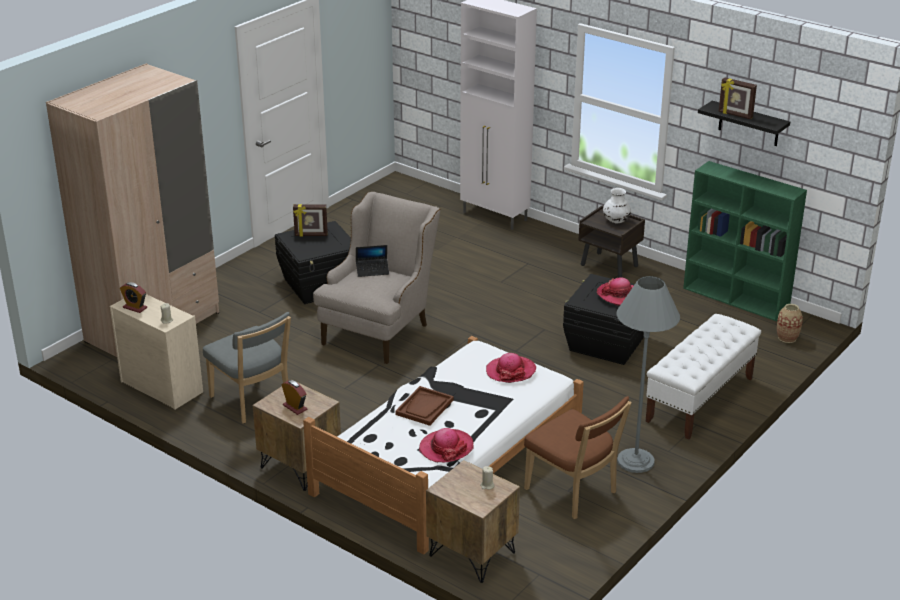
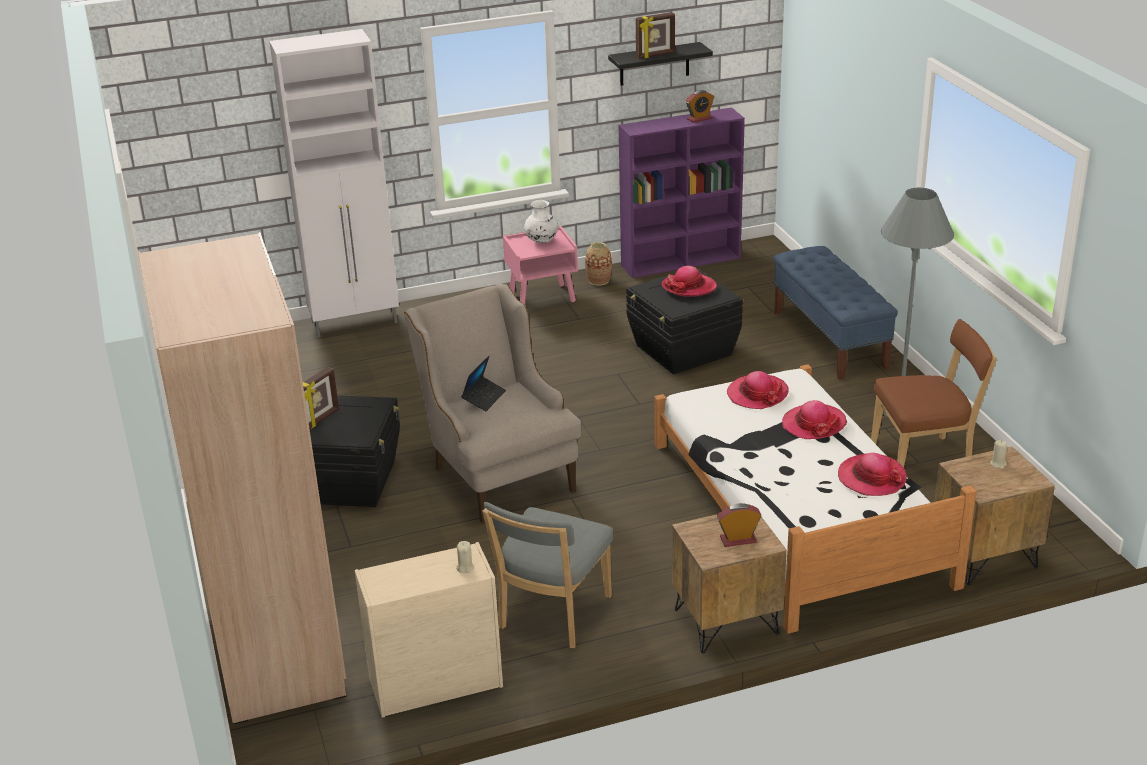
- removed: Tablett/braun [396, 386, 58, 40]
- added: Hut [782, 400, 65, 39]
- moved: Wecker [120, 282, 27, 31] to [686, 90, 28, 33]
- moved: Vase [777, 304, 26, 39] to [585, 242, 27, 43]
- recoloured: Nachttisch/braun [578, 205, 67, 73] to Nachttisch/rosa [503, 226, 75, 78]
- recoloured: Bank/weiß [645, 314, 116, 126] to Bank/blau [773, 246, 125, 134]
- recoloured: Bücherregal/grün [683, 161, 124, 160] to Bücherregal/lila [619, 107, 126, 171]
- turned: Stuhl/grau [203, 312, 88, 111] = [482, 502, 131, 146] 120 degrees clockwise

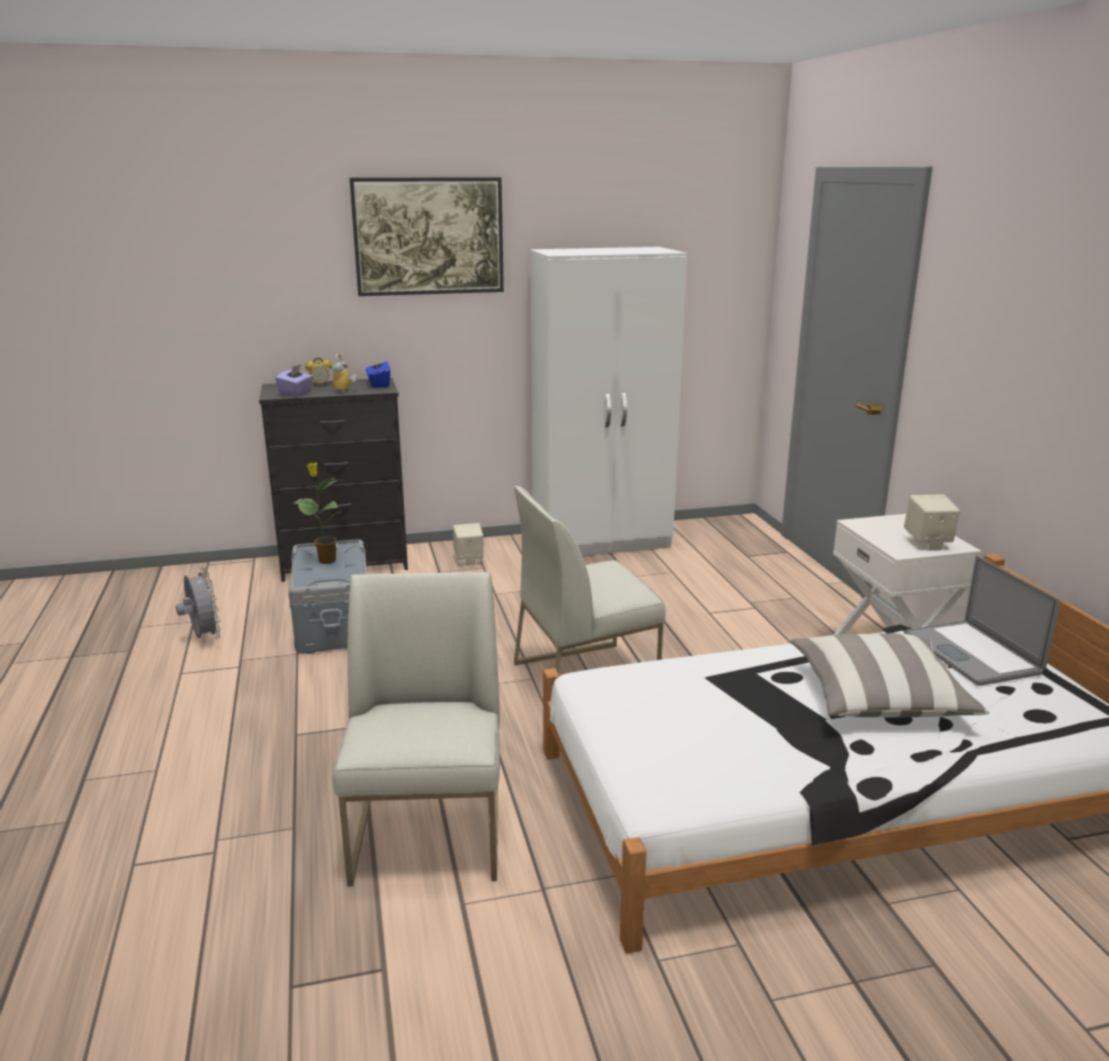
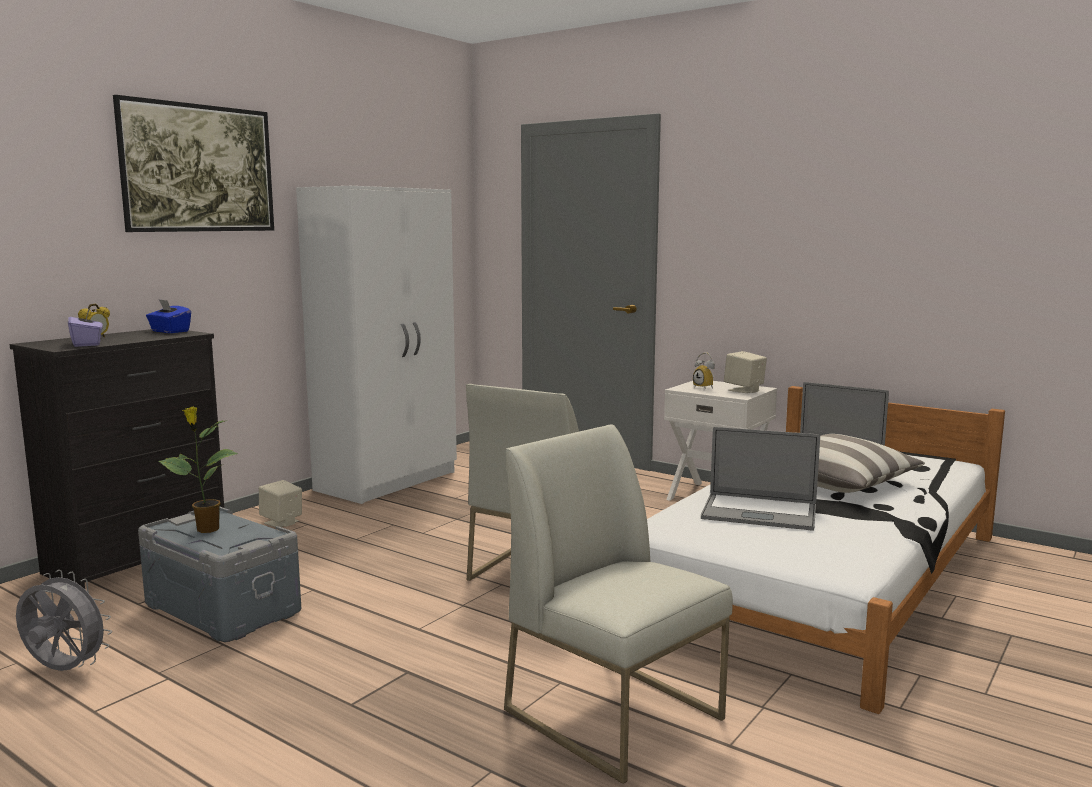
- added: Laptop [701, 427, 119, 104]
- moved: Wecker [332, 354, 25, 39] to [693, 352, 22, 37]

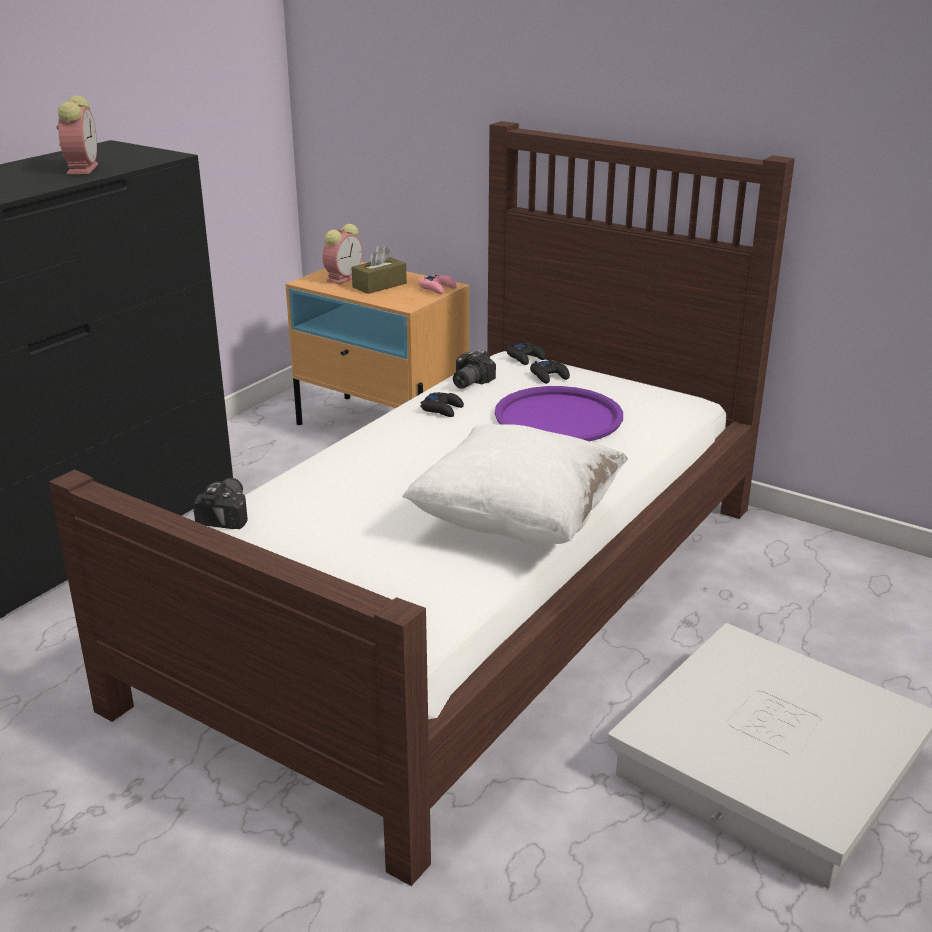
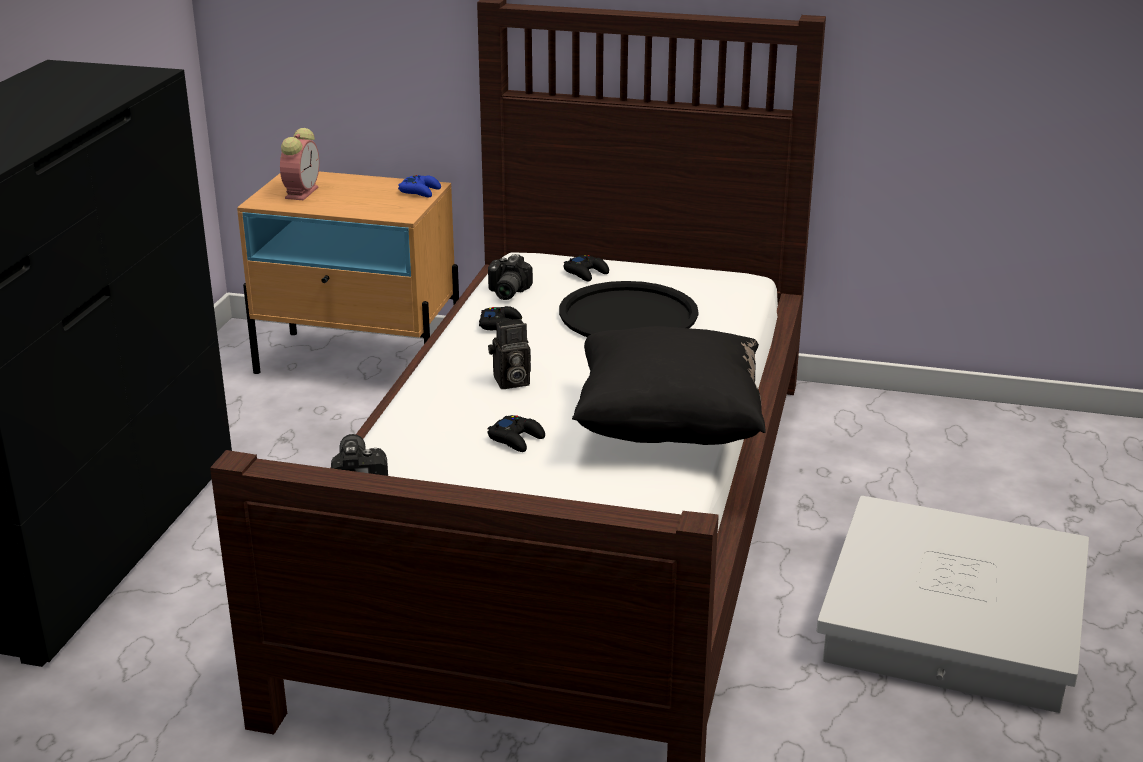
- removed: Wecker [56, 96, 42, 78]
- removed: Taschentuchbox/braun [351, 245, 56, 49]
- added: Kamera [488, 319, 43, 70]
- moved: Gamepad/schwarz [507, 343, 39, 22] to [487, 415, 58, 37]
- recoloured: Kissen/weiß [402, 424, 226, 121] to Kissen/schwarz [572, 326, 194, 119]
- recoloured: Gamepad/rosa [419, 274, 38, 20] to Gamepad/blau [398, 175, 43, 22]
- recoloured: Tablett/lila [495, 386, 128, 56] to Tablett/schwarz [559, 281, 139, 56]

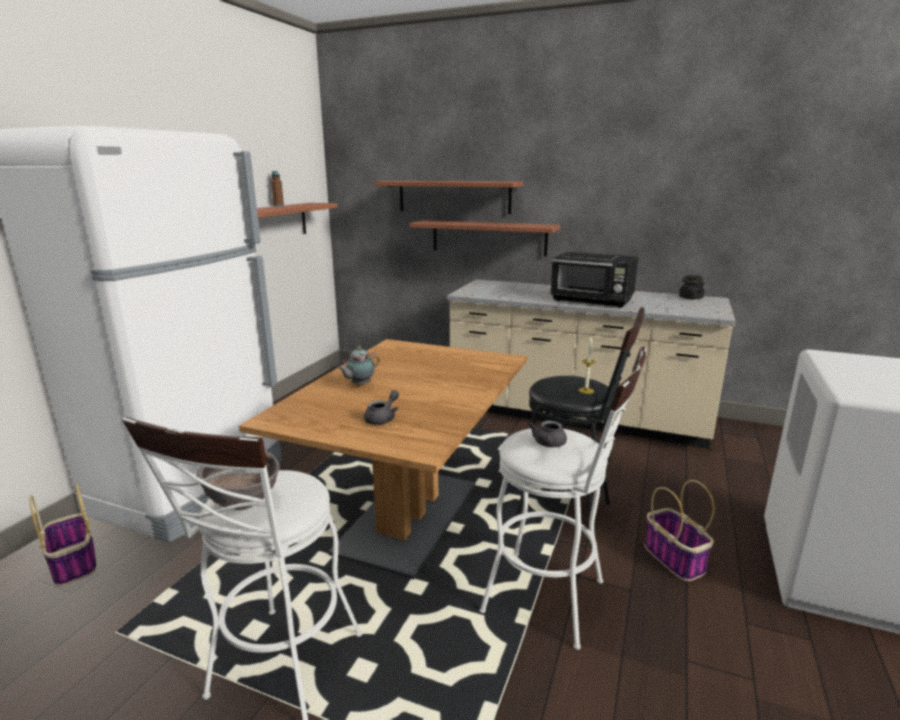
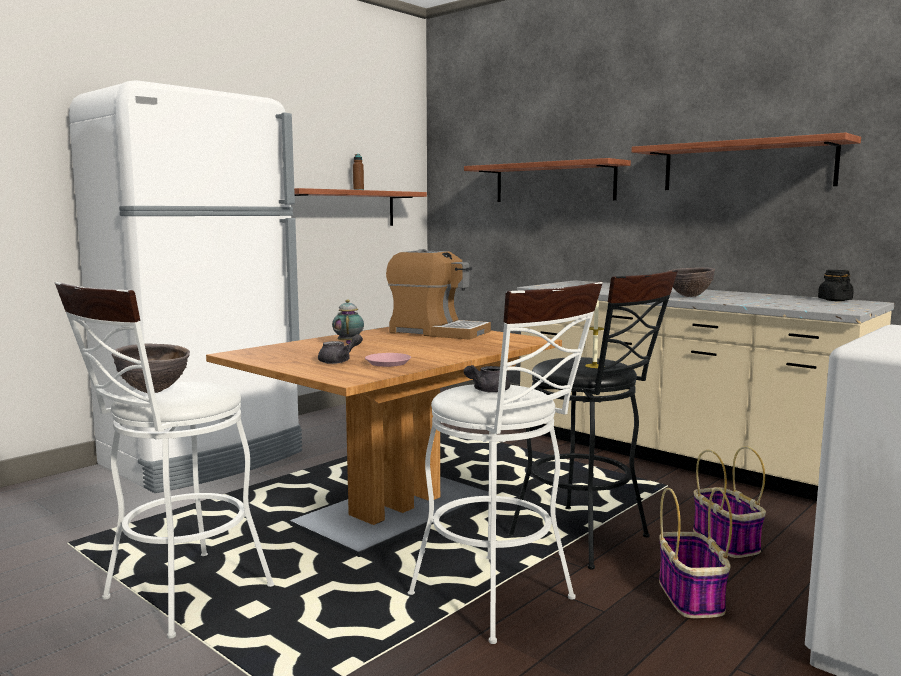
- added: Teller/rosa [365, 353, 46, 14]
- added: Kaffeemaschine [386, 249, 105, 91]
- moved: Korb [29, 483, 67, 104] to [693, 446, 73, 112]
- moved: Wandregal [409, 220, 151, 36] to [631, 132, 230, 58]
- replaced: Mikrowelle/schwarz [550, 252, 88, 56] to Schüssel/braun [666, 267, 49, 30]
- turned: Teekanne [337, 346, 43, 40] = [332, 299, 32, 45] 105 degrees clockwise

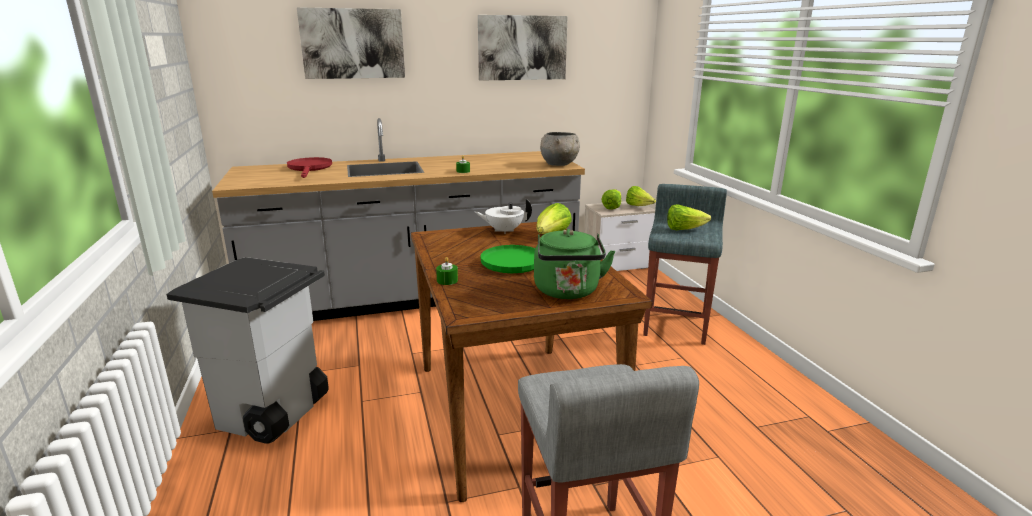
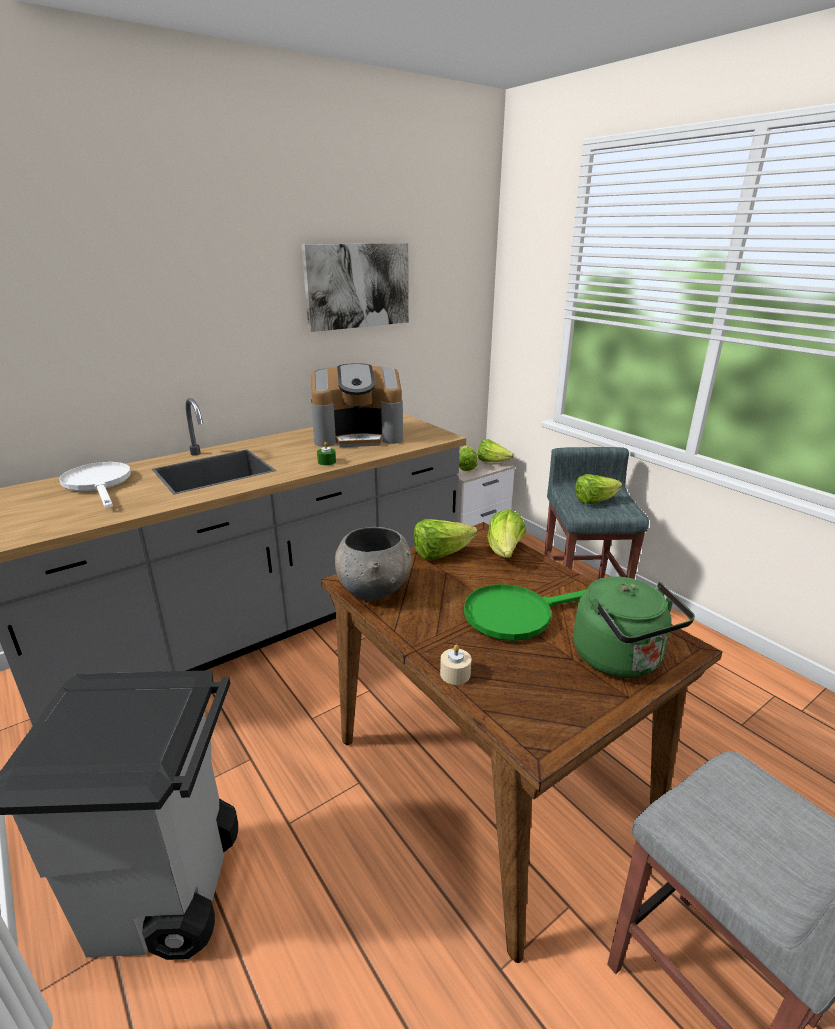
- removed: Bild [297, 7, 108, 72]
- added: Kaffeemaschine [311, 363, 92, 84]
- moved: Schüssel/grau [540, 132, 40, 34] to [335, 527, 77, 74]
- replaced: Teekanne/weiß [475, 198, 57, 36] to Salatkopf [414, 519, 63, 41]
- recoloured: Pfanne/rot [287, 157, 45, 21] to Pfanne/weiß [59, 462, 72, 46]
- recoloured: Kerze/grün [436, 257, 22, 28] to Kerze/beige [440, 644, 31, 41]

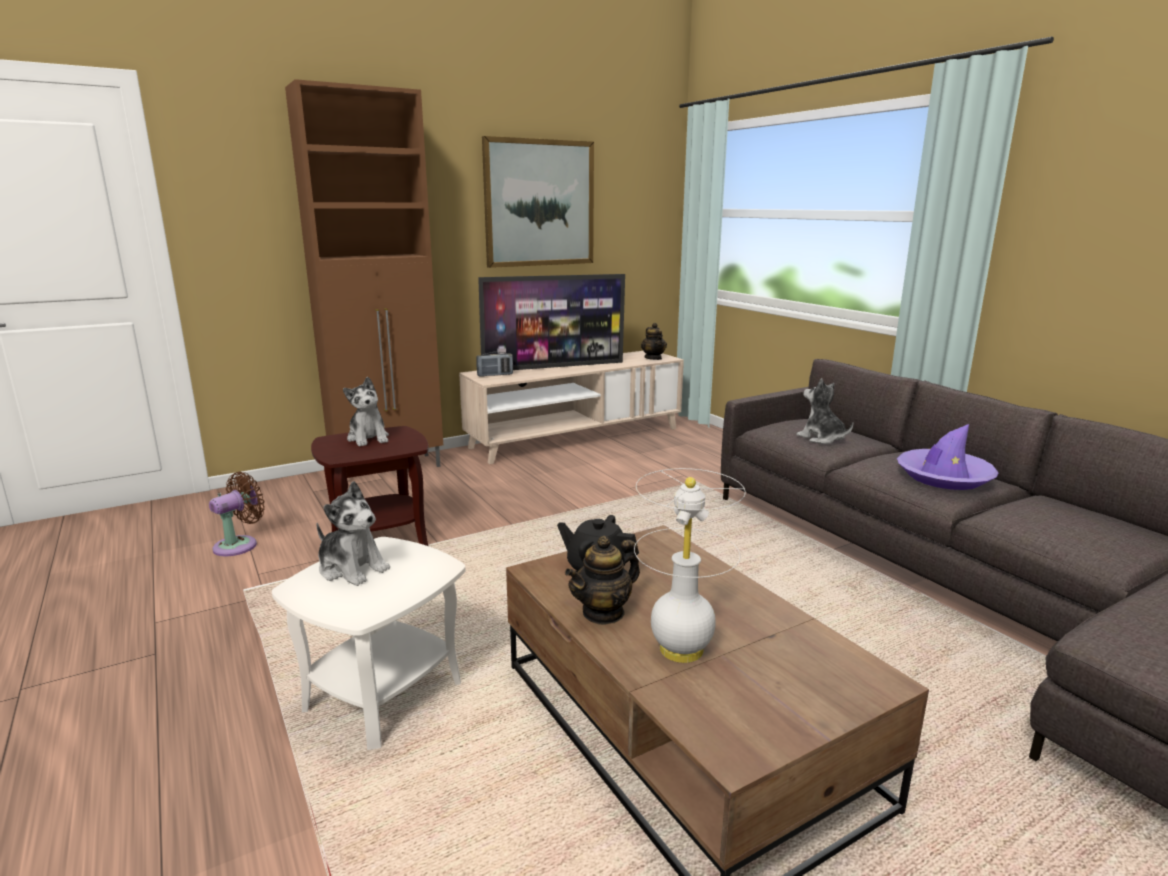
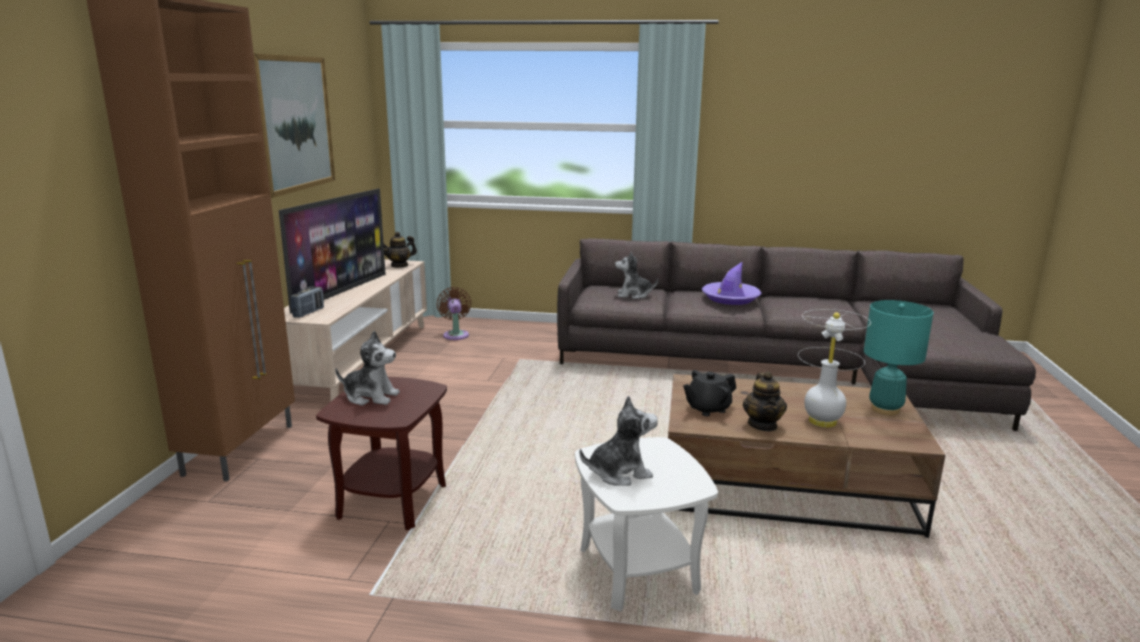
- added: Tischlampe/türkis [864, 300, 70, 115]
- moved: Ventilator/braun [209, 472, 56, 84] to [437, 287, 34, 53]
- turned: Teekanne [641, 323, 26, 37] = [384, 232, 33, 36] 120 degrees clockwise

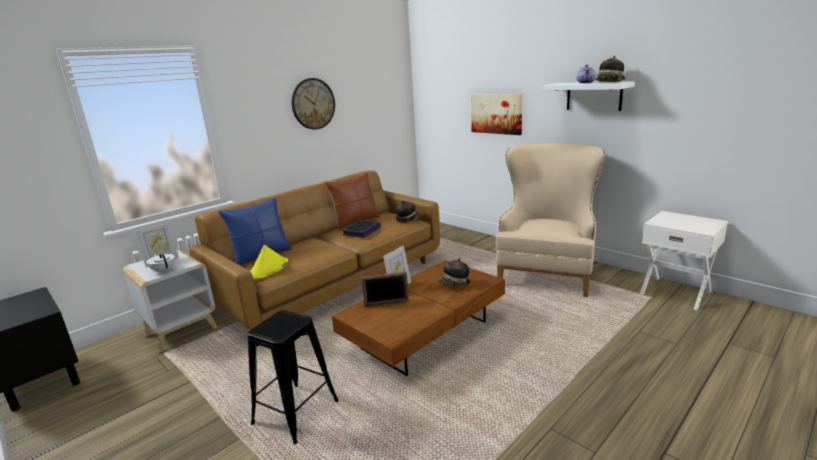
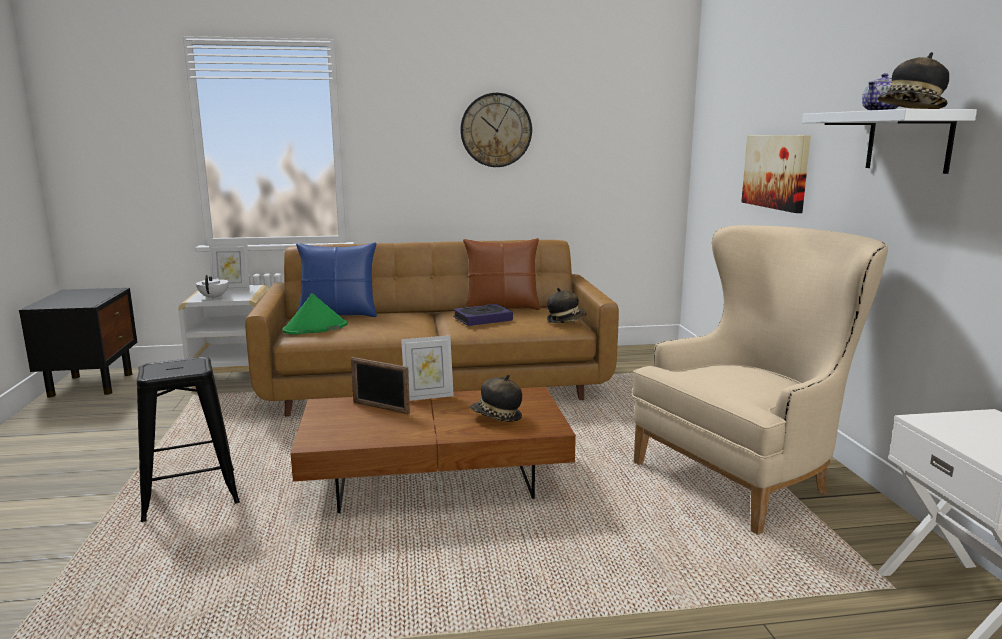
- recoloured: Hut/gelb [250, 245, 38, 34] to Hut/grün [282, 293, 66, 41]

